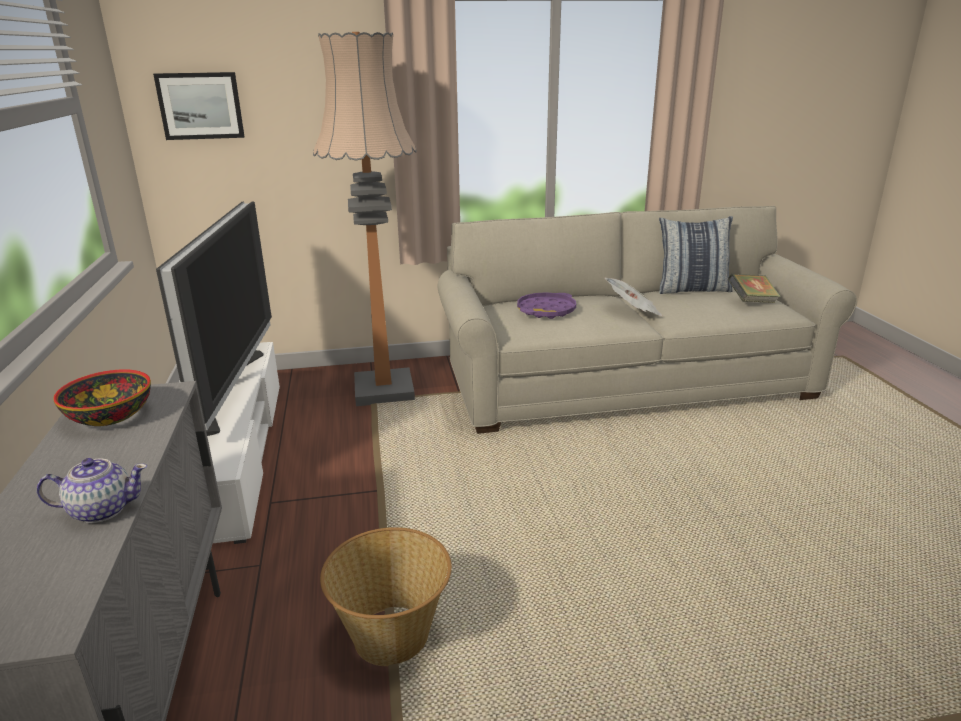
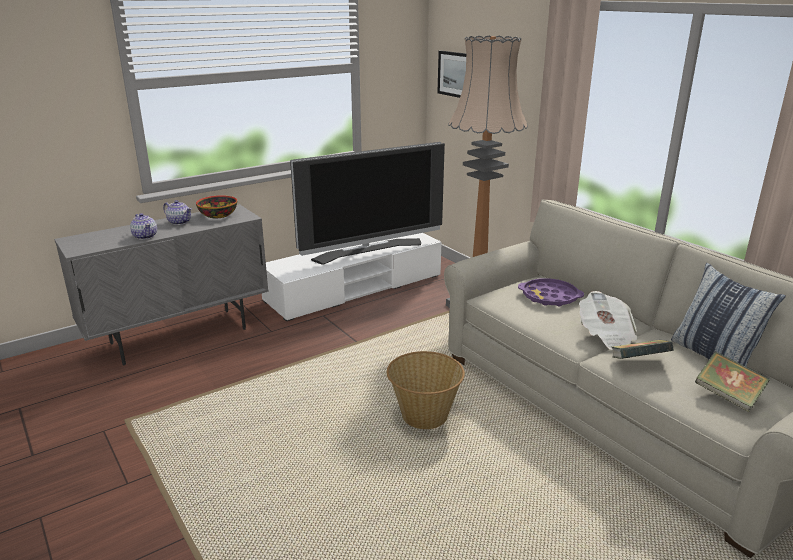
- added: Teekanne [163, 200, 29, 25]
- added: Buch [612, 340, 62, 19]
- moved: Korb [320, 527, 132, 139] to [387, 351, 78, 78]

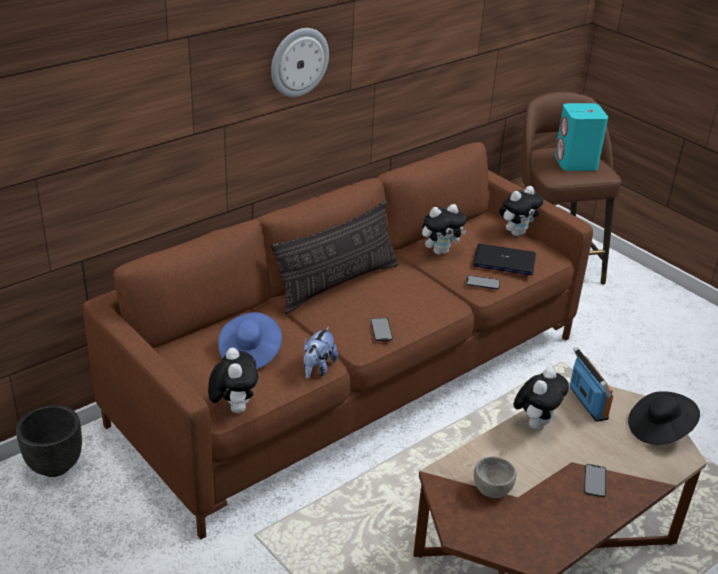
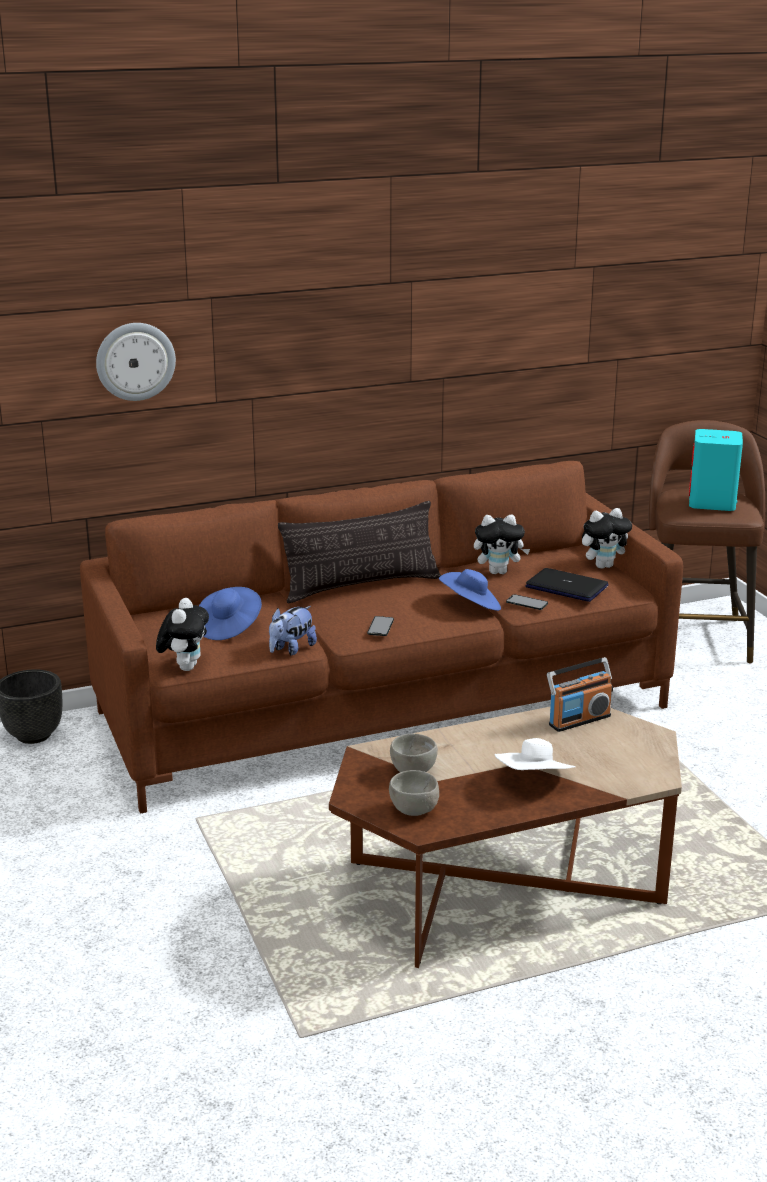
- removed: Plüschtier [513, 367, 56, 63]
- removed: Hut/schwarz [628, 391, 72, 54]
- added: Schüssel/grau [389, 770, 50, 46]
- added: Hut/blau [439, 569, 62, 42]
- moved: Wanduhr [271, 28, 58, 69] to [96, 323, 80, 78]
- replaced: Handy [584, 464, 22, 33] to Hut/weiß [495, 738, 81, 32]
- turned: Radio [570, 347, 43, 75] = [547, 657, 66, 75] 60 degrees clockwise

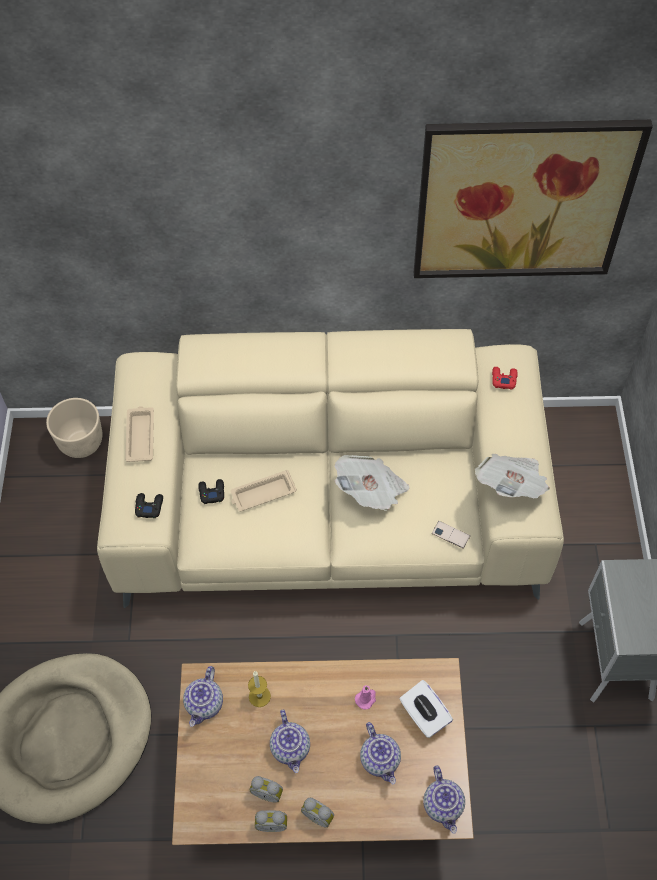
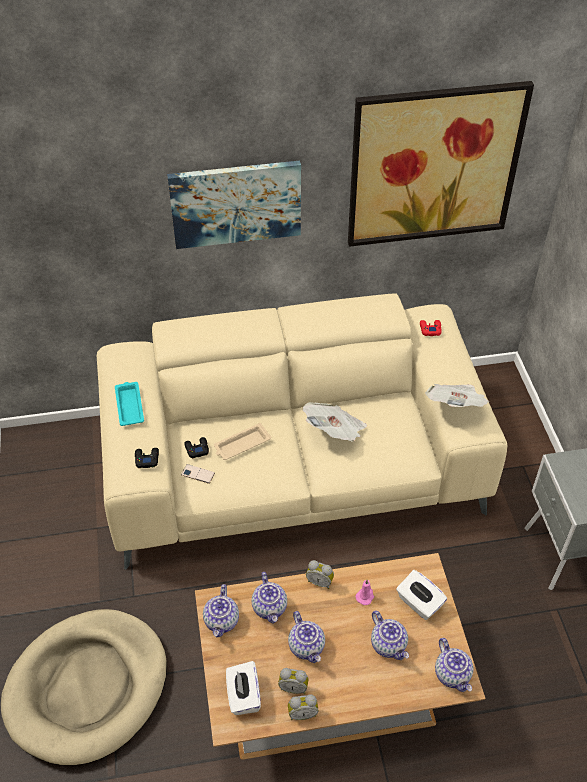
- removed: Pflanzkübel/beige [46, 398, 57, 60]
- added: Bild [167, 161, 134, 88]
- added: Taschentuchbox/weiß [226, 661, 35, 54]
- moved: Wecker [301, 798, 33, 30] to [306, 560, 28, 29]
- moved: Handy [432, 521, 38, 28] to [181, 464, 34, 20]
- replaced: Kerze [248, 671, 23, 36] to Teekanne [252, 572, 35, 51]
- recoloured: Tablett/beige [125, 406, 29, 56] to Tablett/türkis [115, 382, 29, 44]

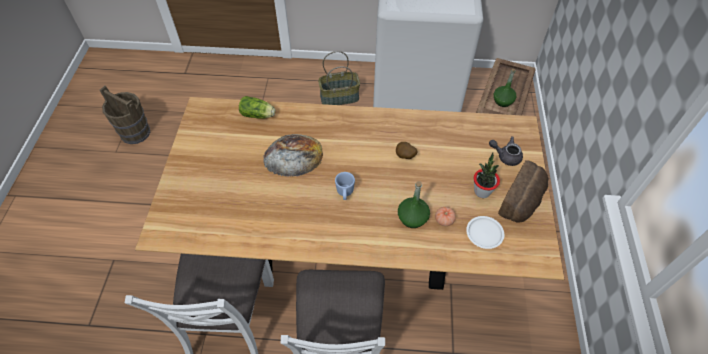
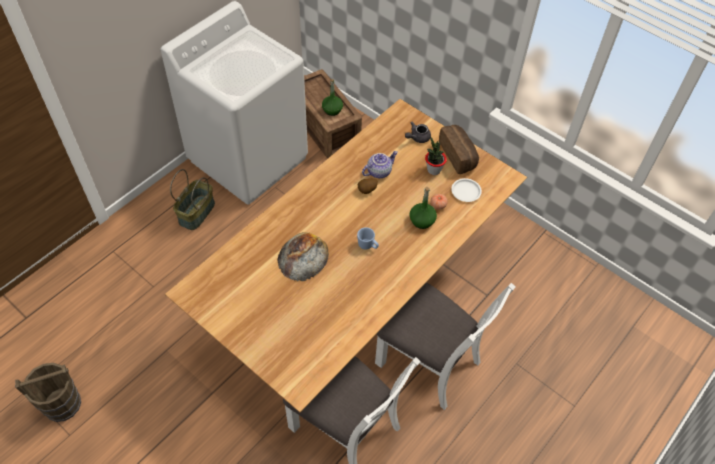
- removed: Salatkopf [239, 96, 36, 23]
- added: Teekanne [362, 151, 36, 27]

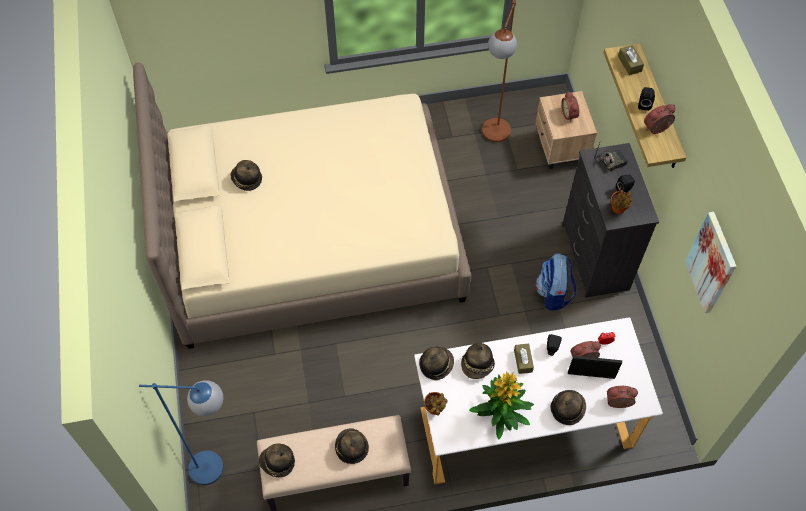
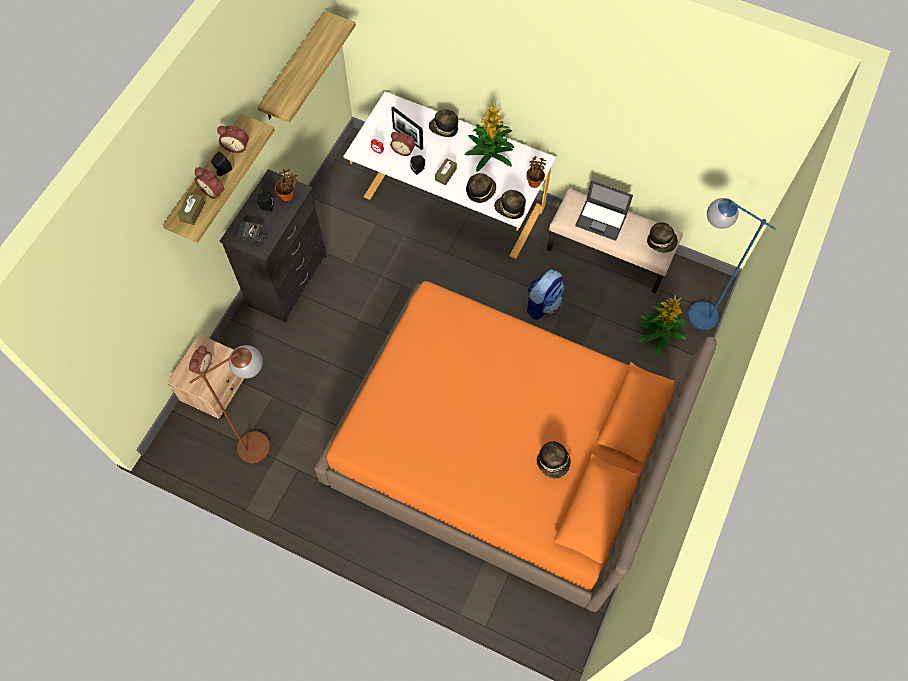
- added: Topfpflanze [637, 295, 52, 60]
- moved: Rucksack [536, 253, 40, 58] to [527, 270, 37, 49]
- moved: Wecker [607, 386, 31, 22] to [194, 167, 30, 32]
- replaced: Hut [335, 428, 34, 36] to Laptop [575, 180, 58, 61]
- replaced: Bild [685, 212, 51, 101] to Wandregal [257, 11, 99, 112]
- recoloured: Bett/beige [133, 62, 338, 287] to Bett/orange [314, 281, 403, 331]

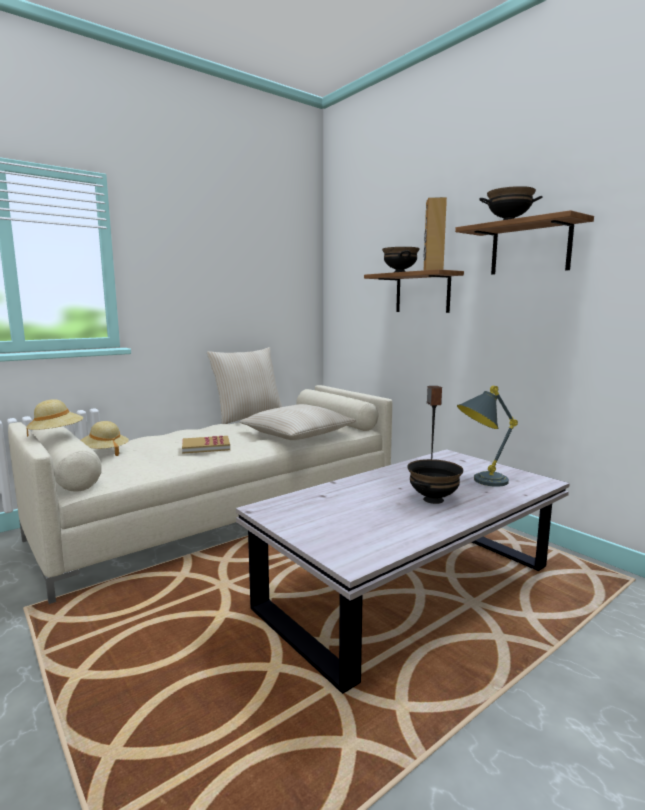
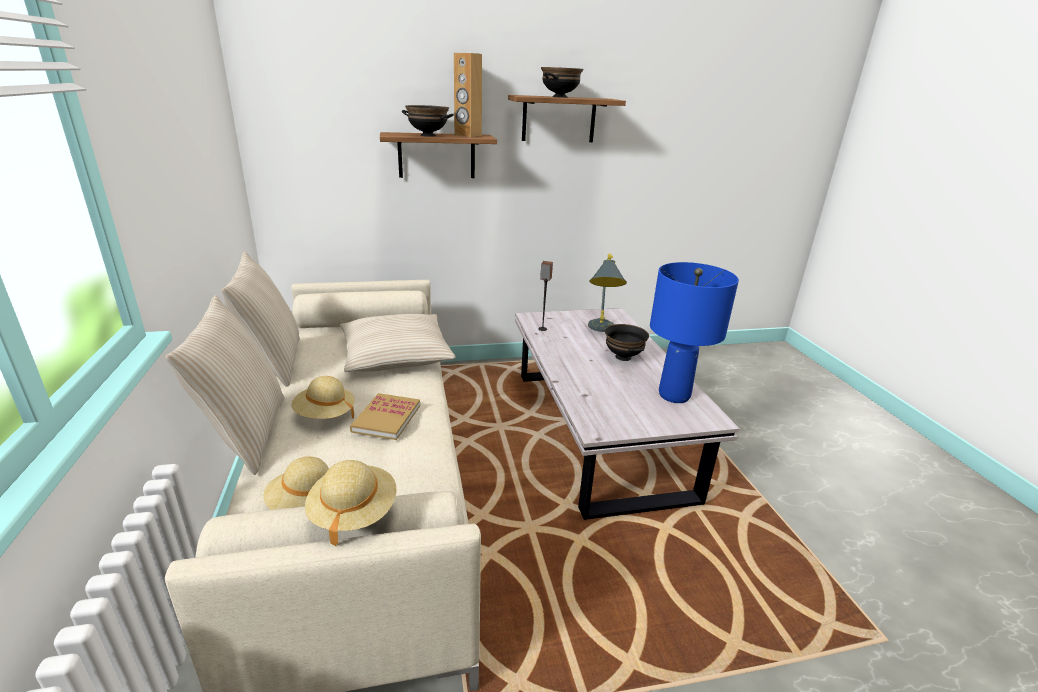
- added: Kissen/beige [165, 295, 120, 180]
- added: Hut/beige [291, 376, 64, 43]
- added: Tischlampe/blau [650, 262, 89, 141]

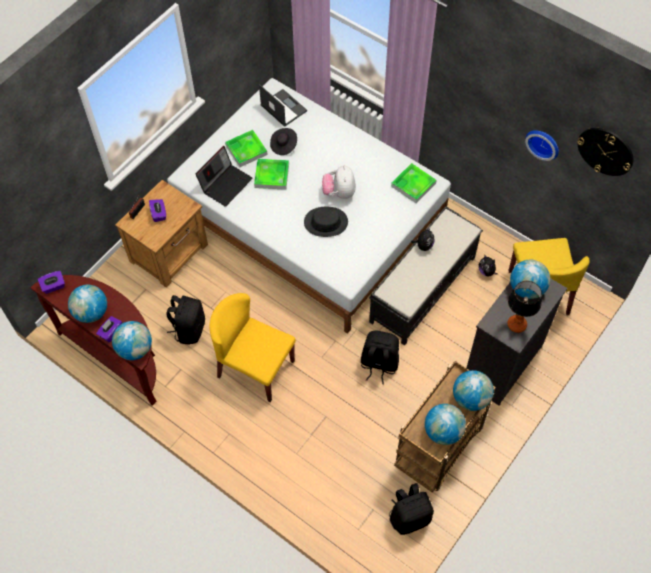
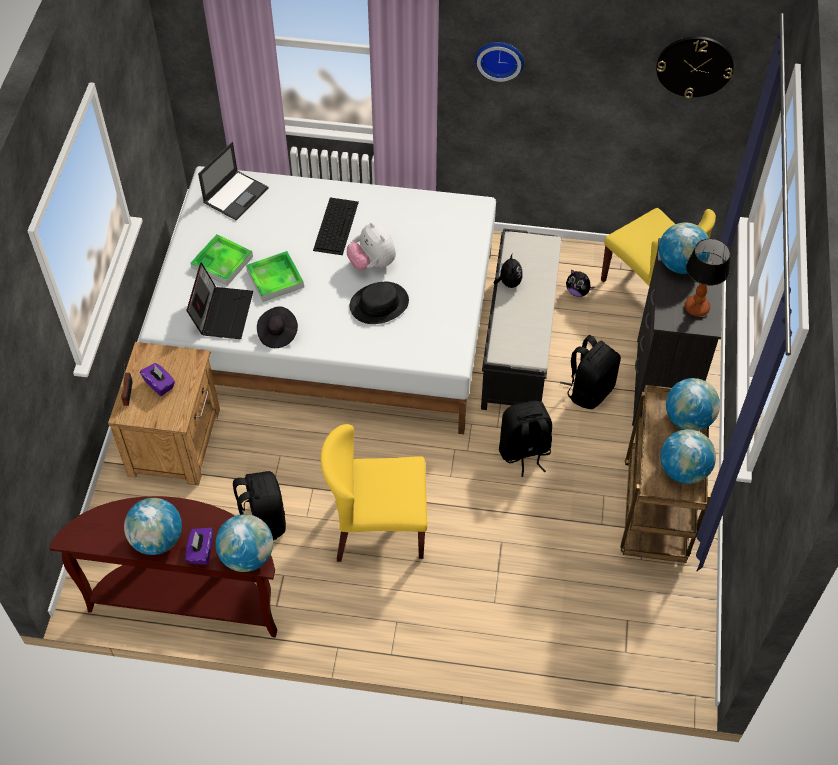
- removed: Taschentuchbox/lila [38, 271, 27, 23]
- removed: Tablett [391, 163, 45, 40]
- added: Tastatur [313, 197, 46, 58]
- moved: Hut/schwarz [270, 128, 27, 27] to [257, 307, 41, 41]
- moved: Rucksack/schwarz [389, 483, 45, 52] to [560, 335, 61, 74]
- moved: Wanduhr [525, 130, 34, 31] to [475, 42, 49, 40]
- turned: Laptop [259, 84, 48, 43] = [198, 142, 71, 78] 105 degrees clockwise

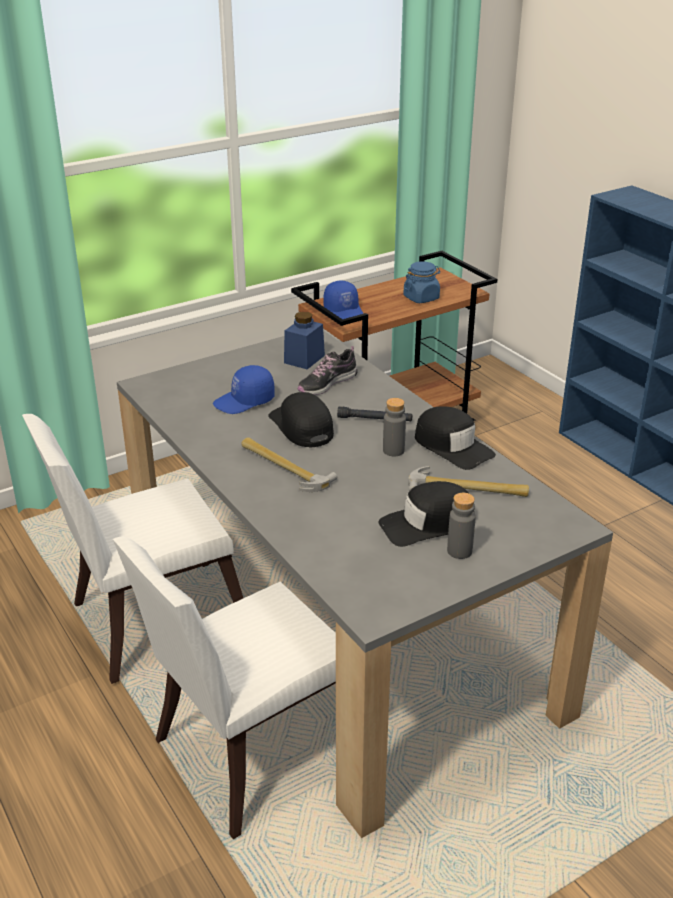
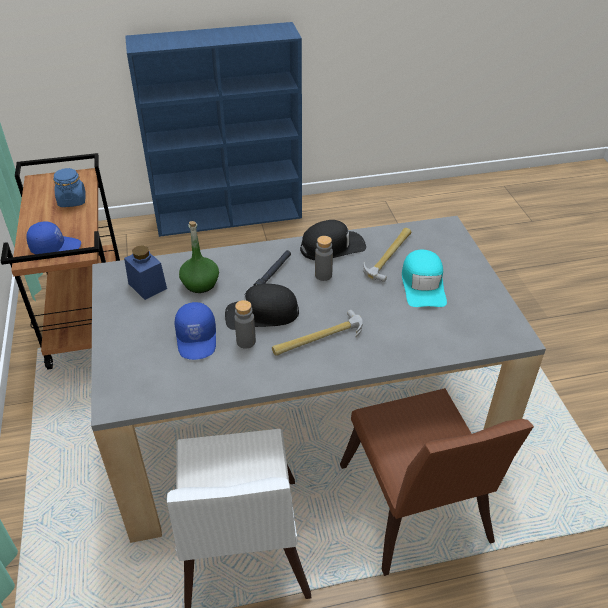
- moved: Flasche/grau [447, 493, 29, 66] to [234, 300, 22, 49]
- replaced: Schuh [297, 346, 61, 49] to Flasche/grün [179, 221, 40, 72]
- recoloured: Stuhl/weiß [113, 536, 223, 303] to Stuhl/braun [340, 388, 194, 188]
- recoloured: Kappe/schwarz [379, 481, 96, 66] to Kappe/türkis [402, 249, 45, 58]

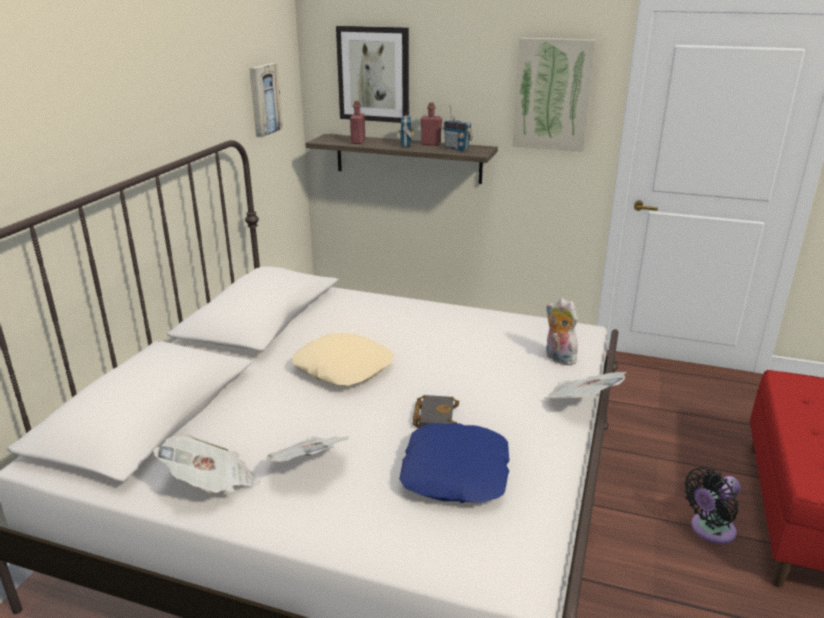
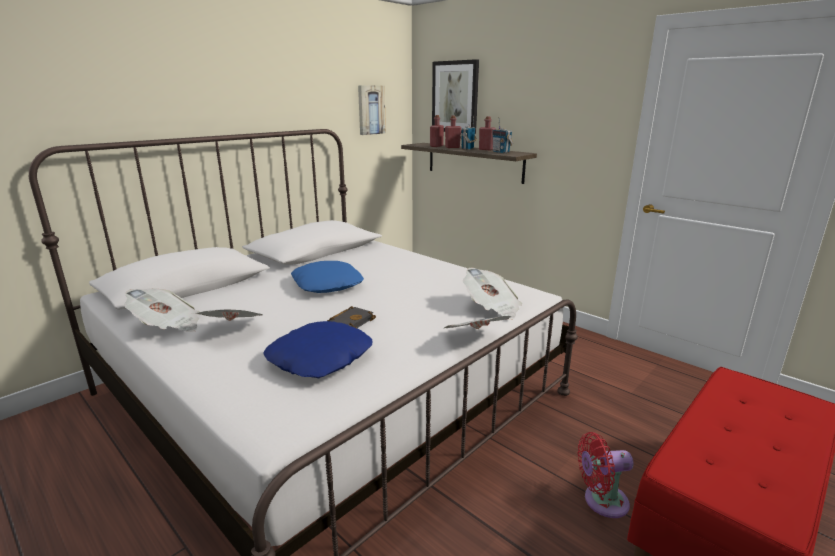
- removed: Bild [513, 38, 83, 114]
- added: Flasche/rot [445, 115, 16, 33]
- replaced: Plüschtier [545, 298, 33, 67] to Zeitung [463, 268, 59, 52]
- recoloured: Kissen/beige [292, 333, 102, 53] to Kissen/blau [291, 261, 73, 32]
- recoloured: Ventilator/schwarz [684, 467, 57, 77] to Ventilator/rot [578, 432, 55, 86]

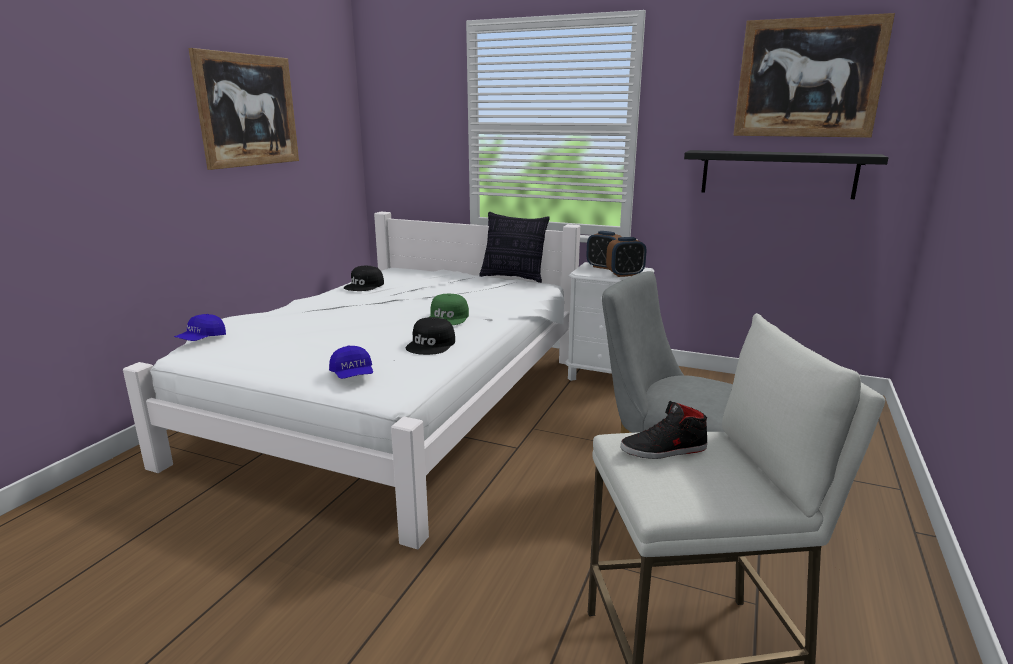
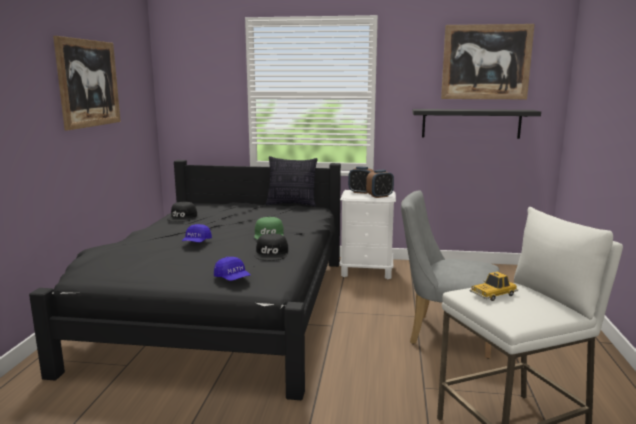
- moved: Kappe/blau [174, 314, 52, 27] to [182, 224, 30, 19]
- replaced: Schuh/schwarz [620, 401, 88, 58] to Spielzeugauto [470, 272, 48, 29]
- recoloured: Bett/weiß [123, 212, 457, 338] to Bett/schwarz [29, 160, 312, 240]

